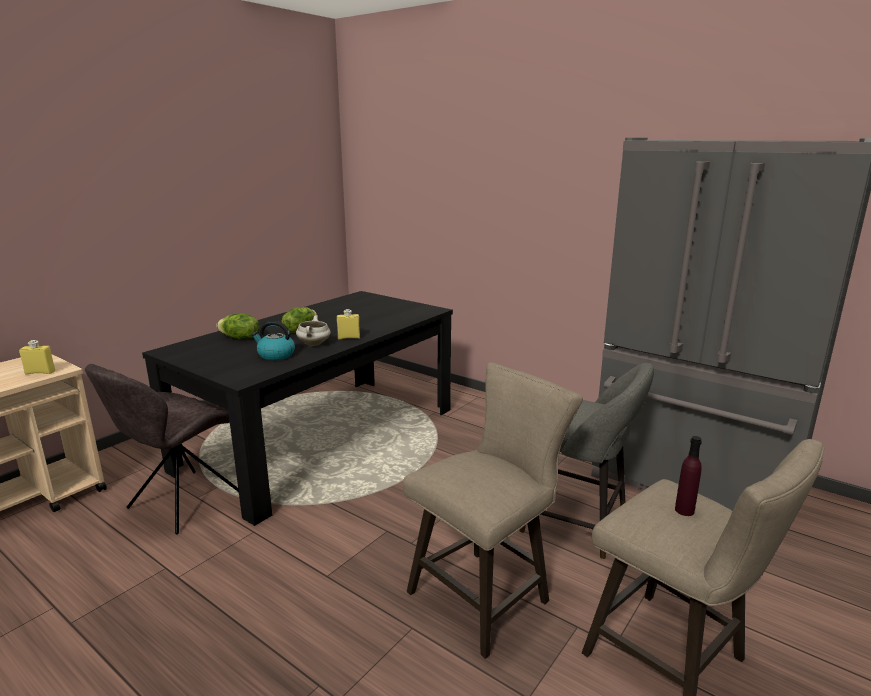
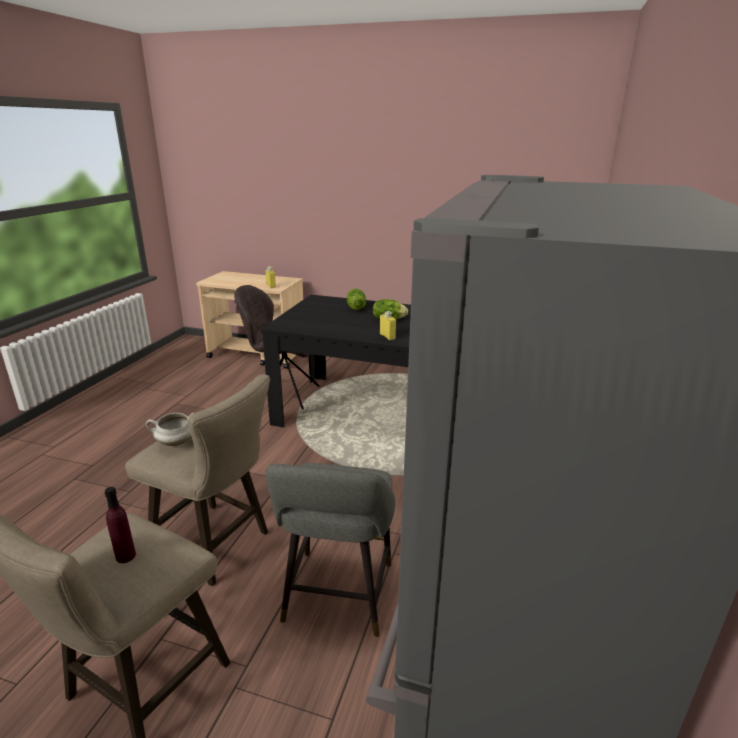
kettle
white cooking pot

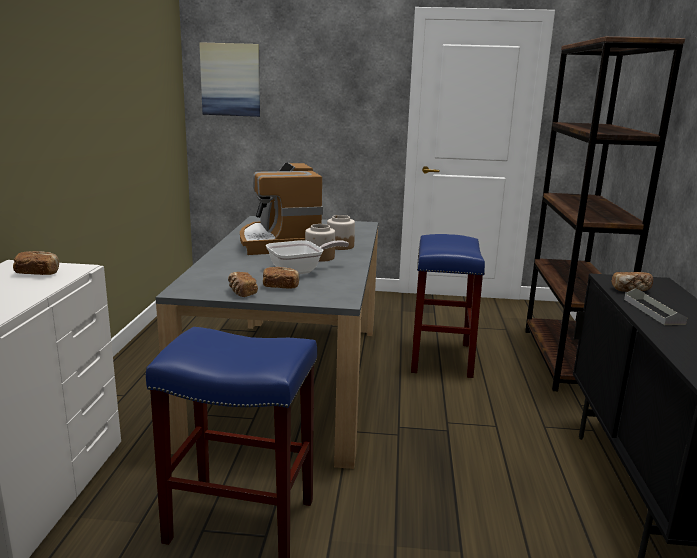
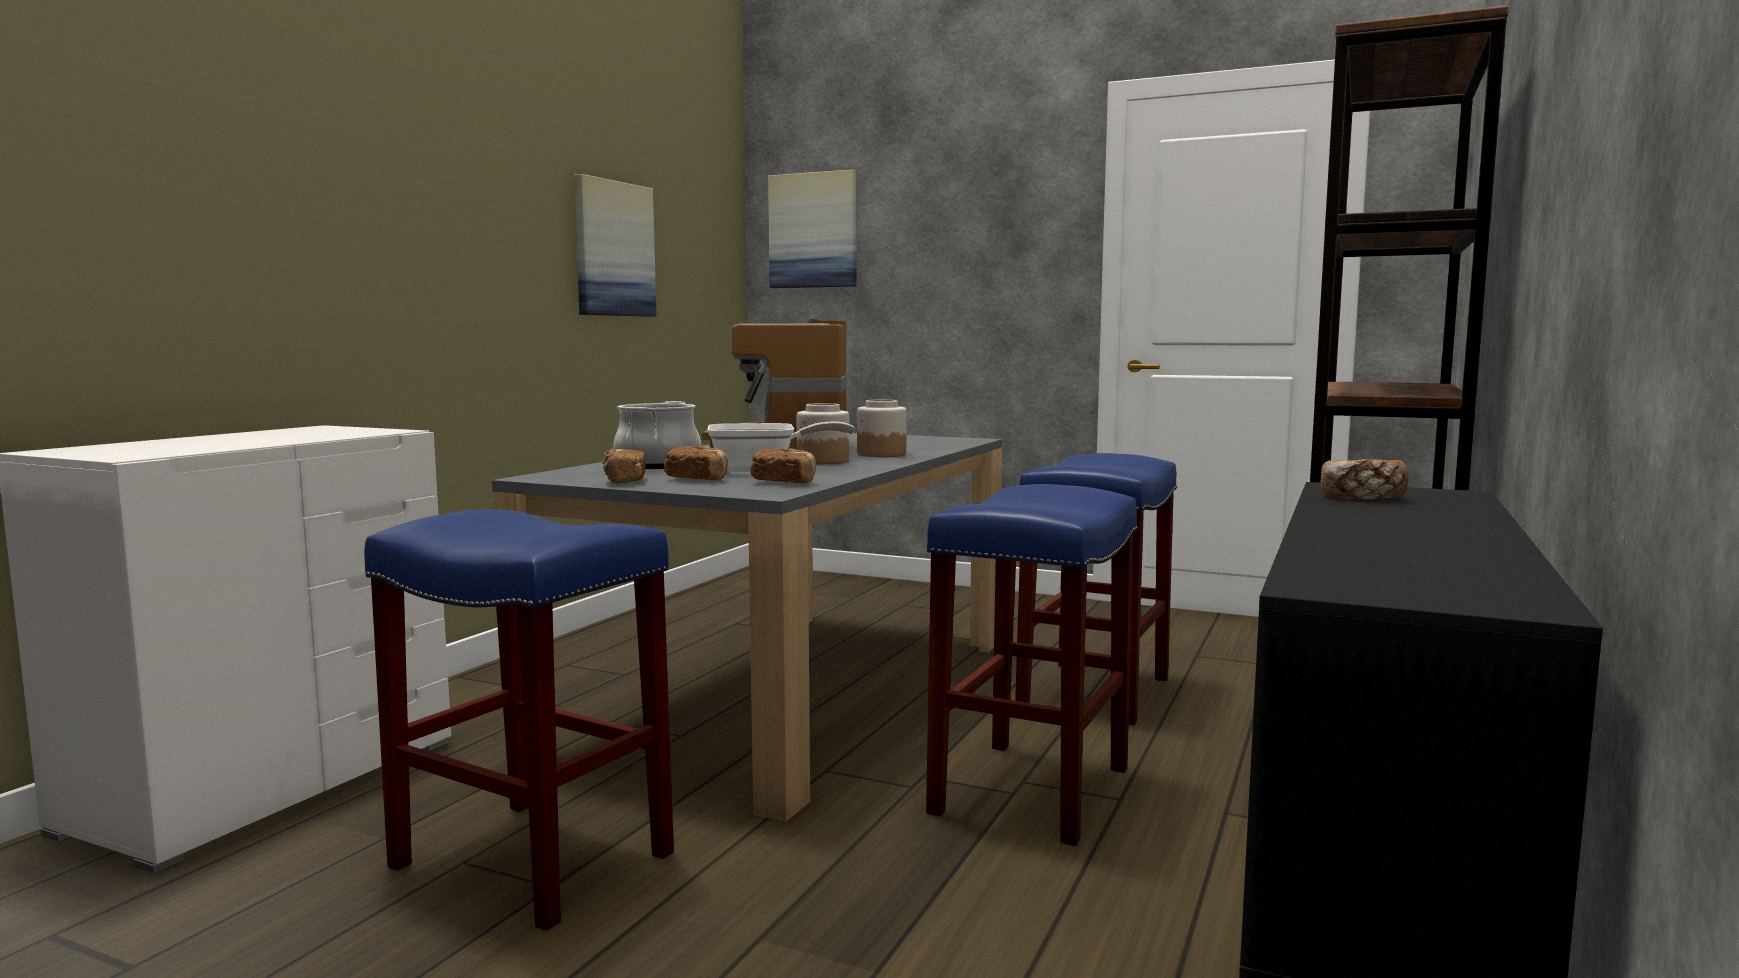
grey tray
picture (1st from left)
cooking pot
blue stool (2nd from left)
bread (3rd from left)

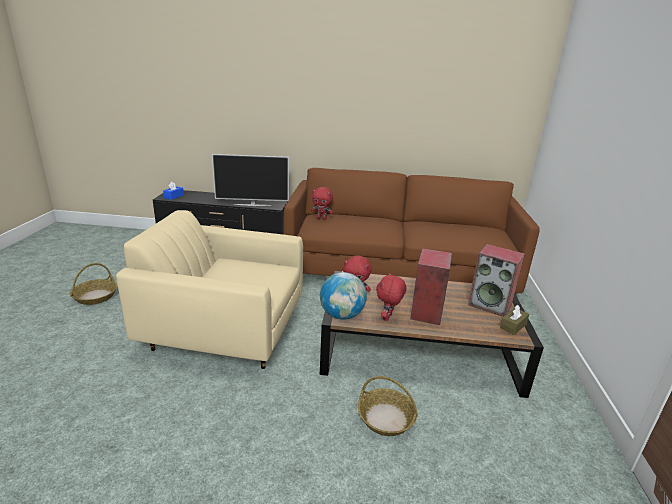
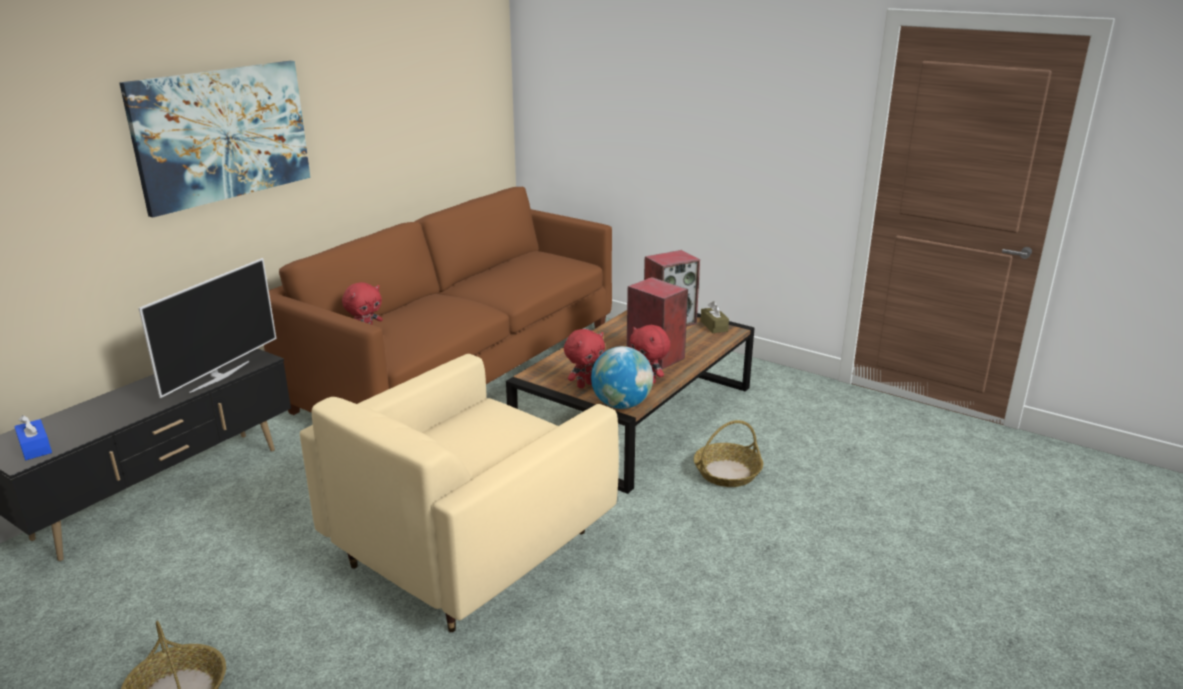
picture

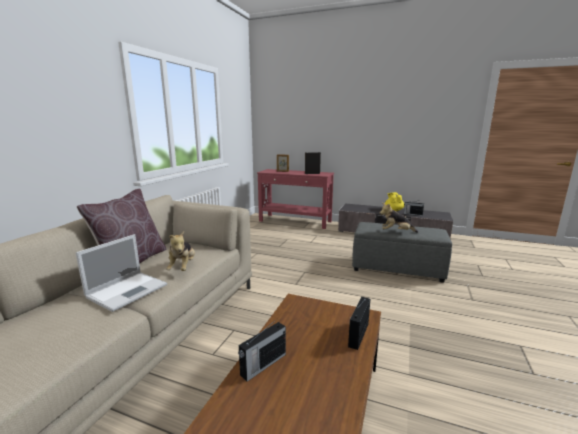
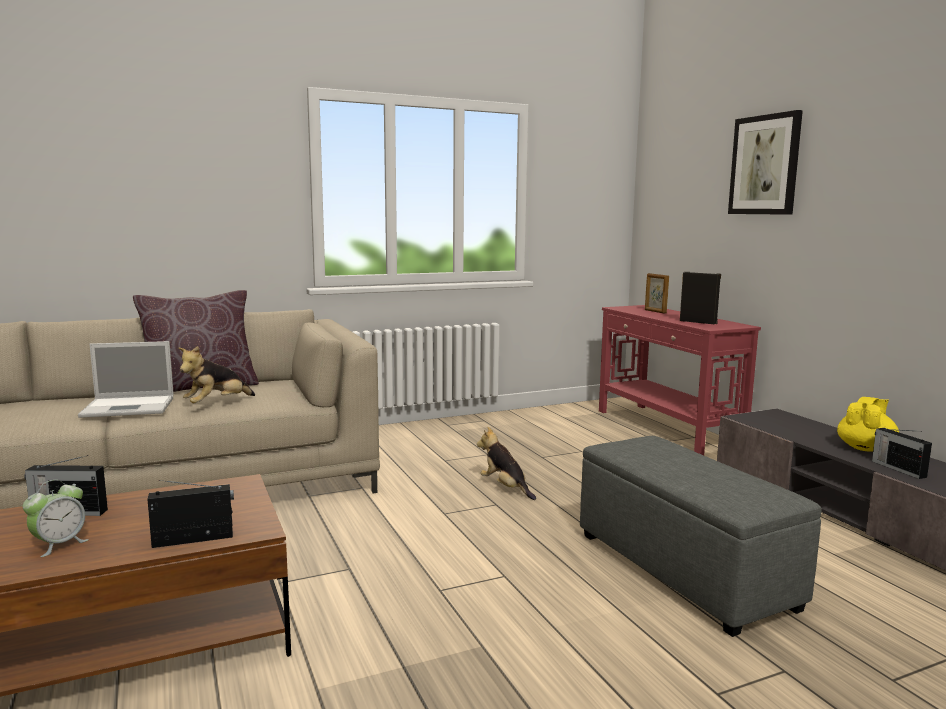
alarm clock
picture
plush toy (2nd from left)

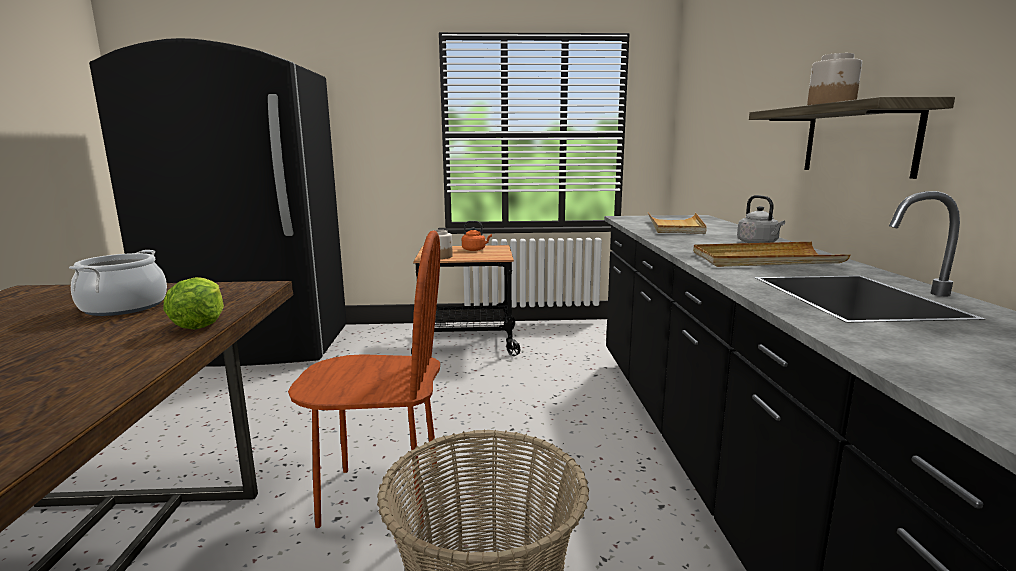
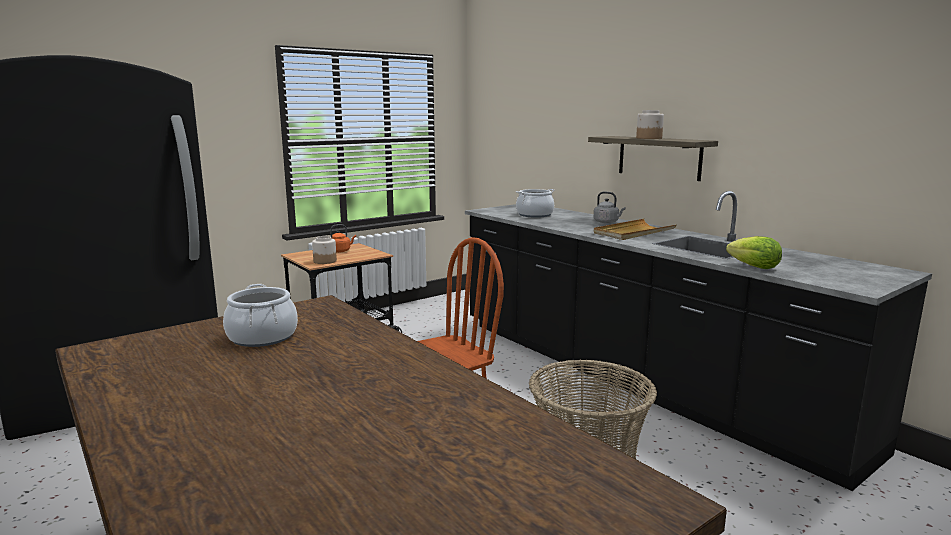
lettuce
cooking pot (2nd from left)

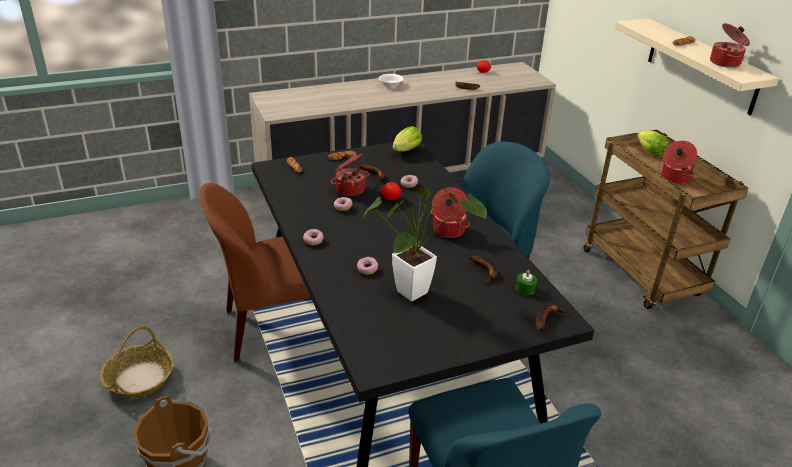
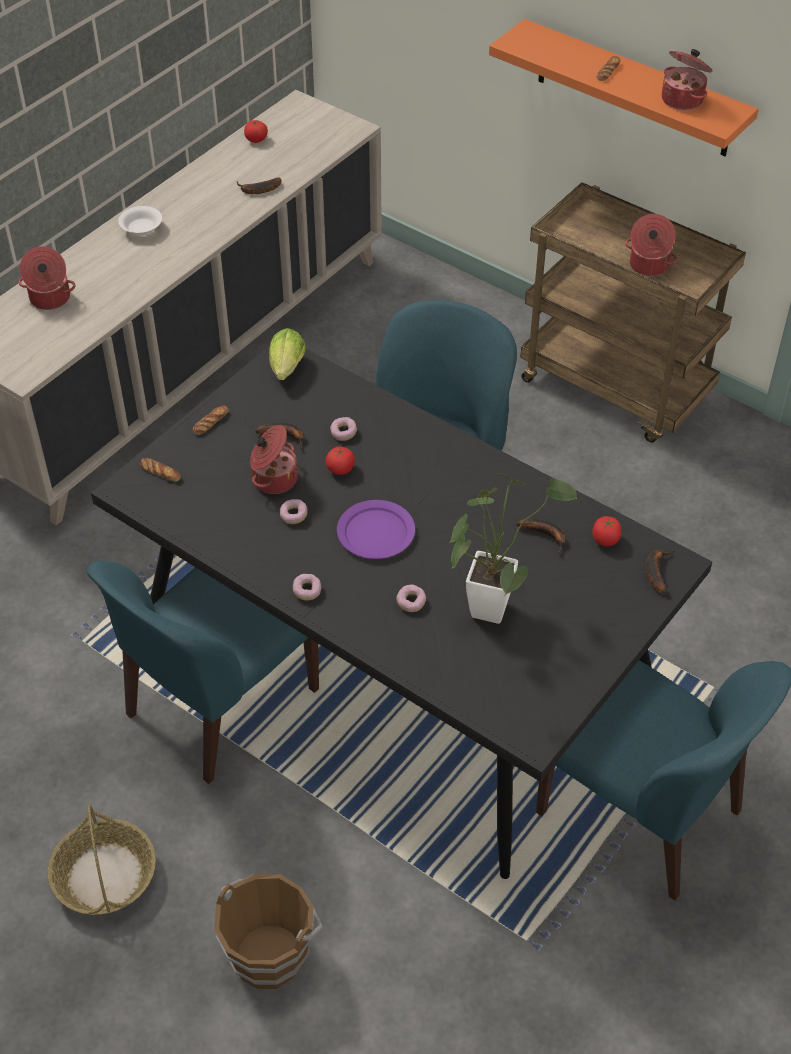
lettuce (2nd from left in the first image)
purple plate
cooking pot (1st from left)
tomato (3rd from left)
blue chair (1st from left)
orange shelf

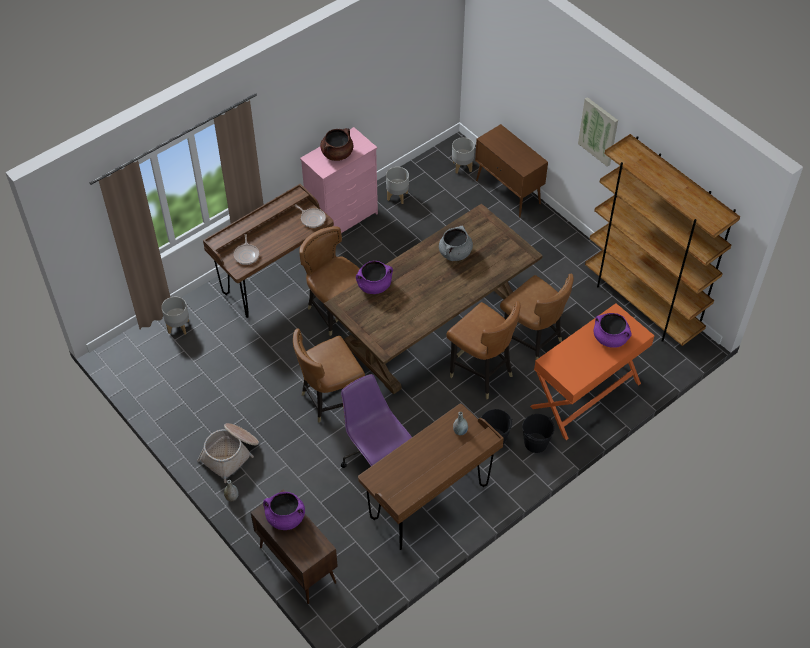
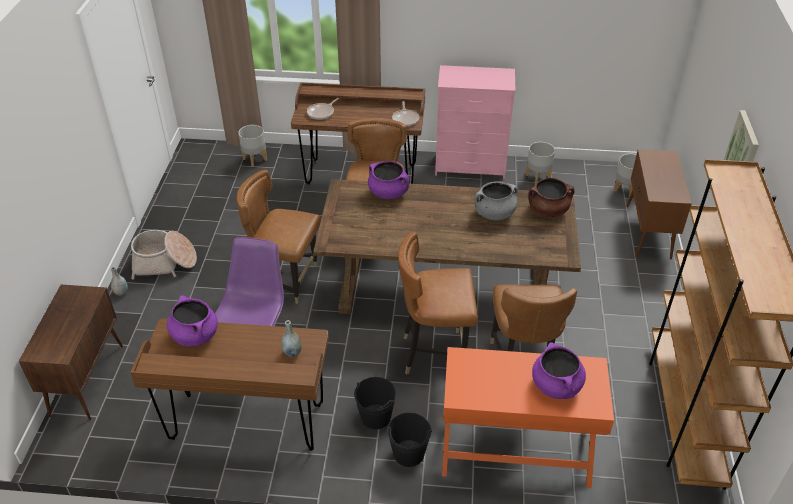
purple cooking pot (1st from left)
brown cooking pot
brown chair (3rd from left)

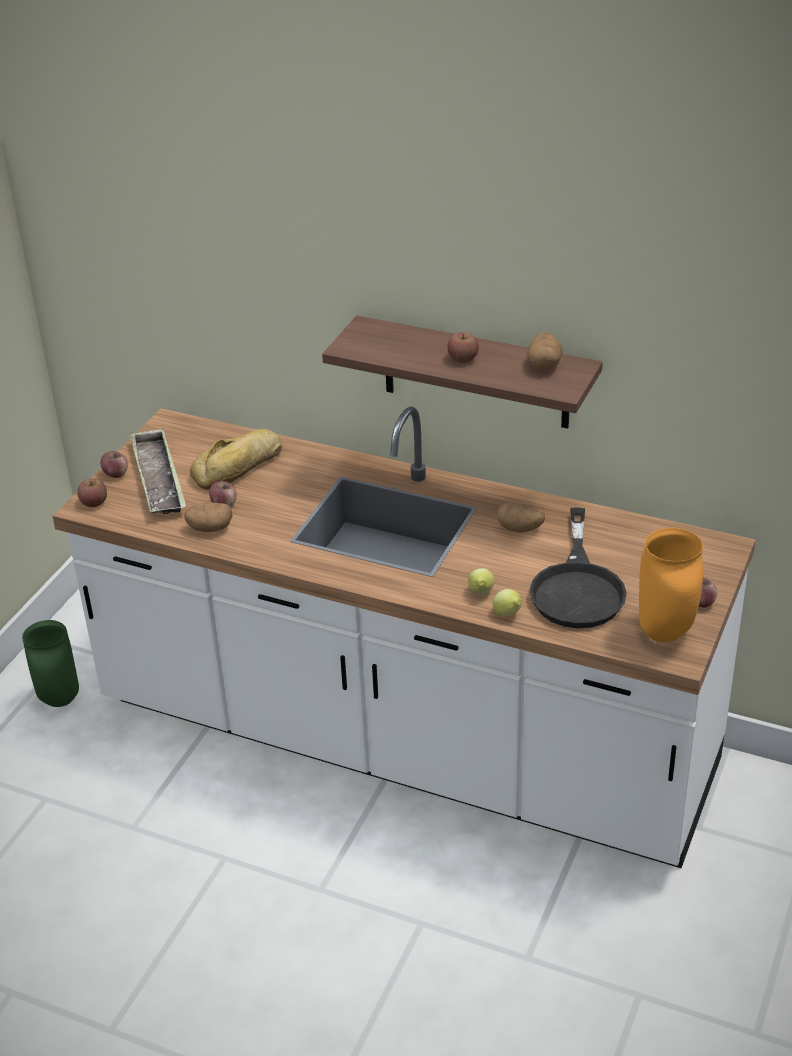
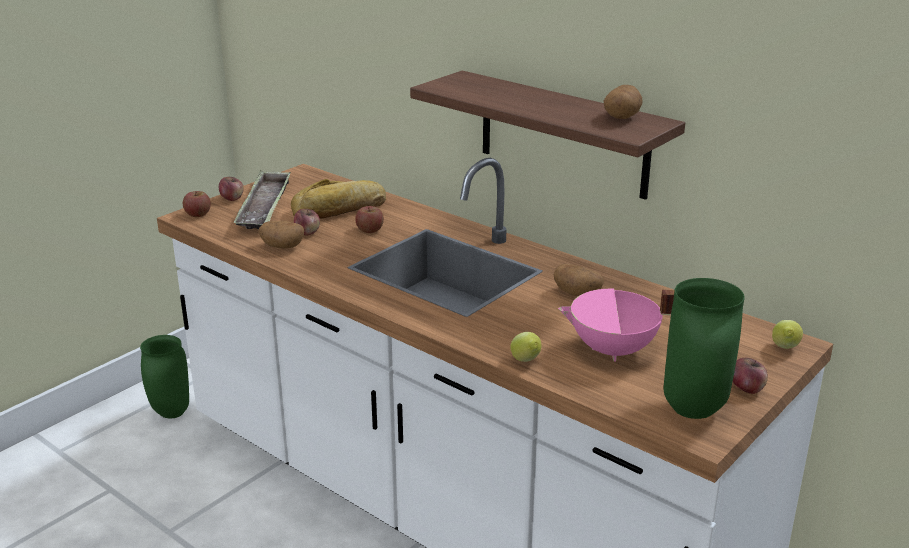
apple (4th from left)
lemon (2nd from left)
pink cooking pot
green vase (2nd from left)

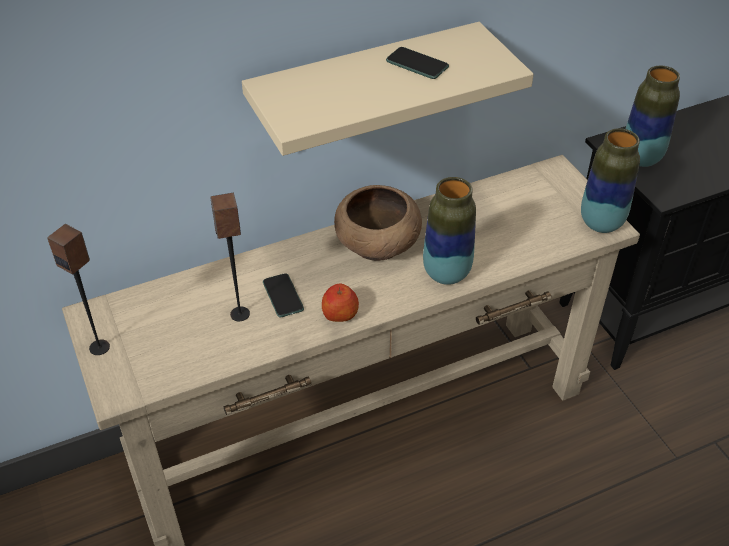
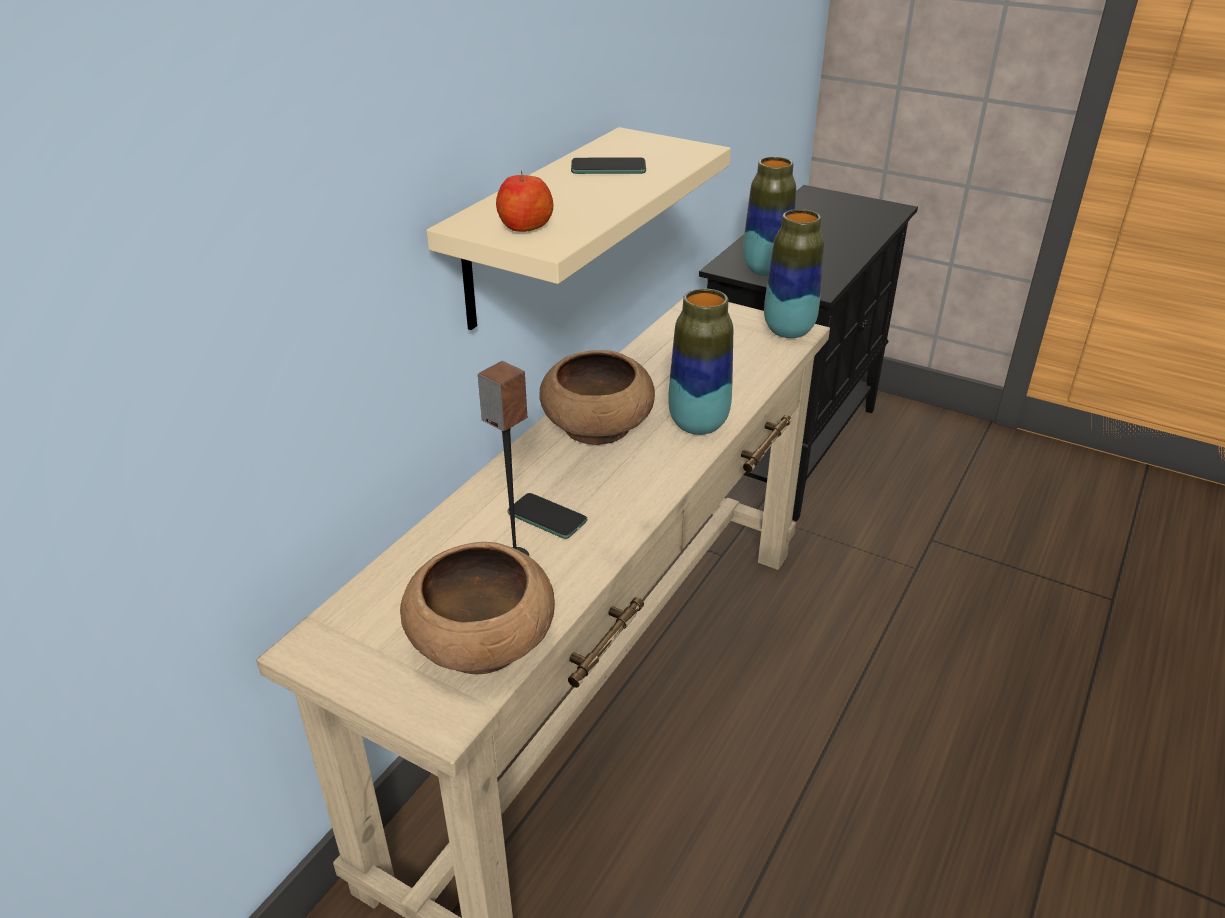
speaker (1st from left in the first image)
brown bowl (1st from left)
apple

